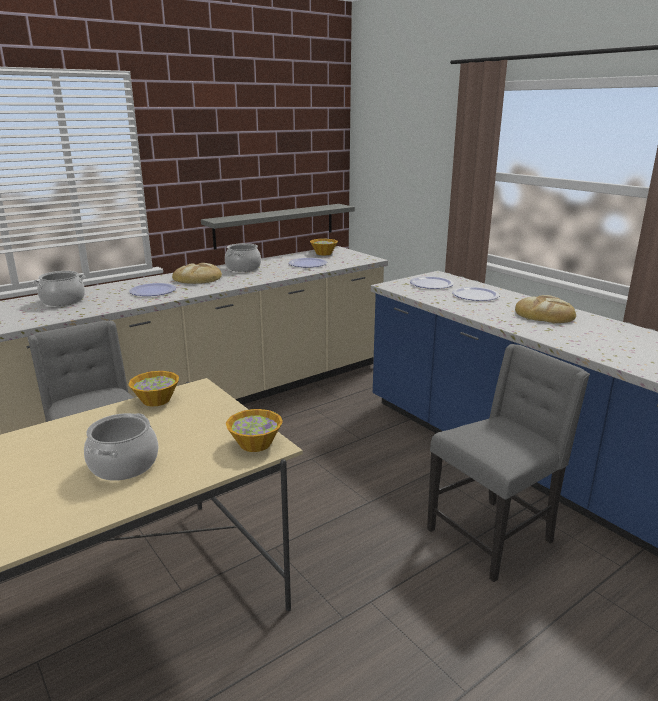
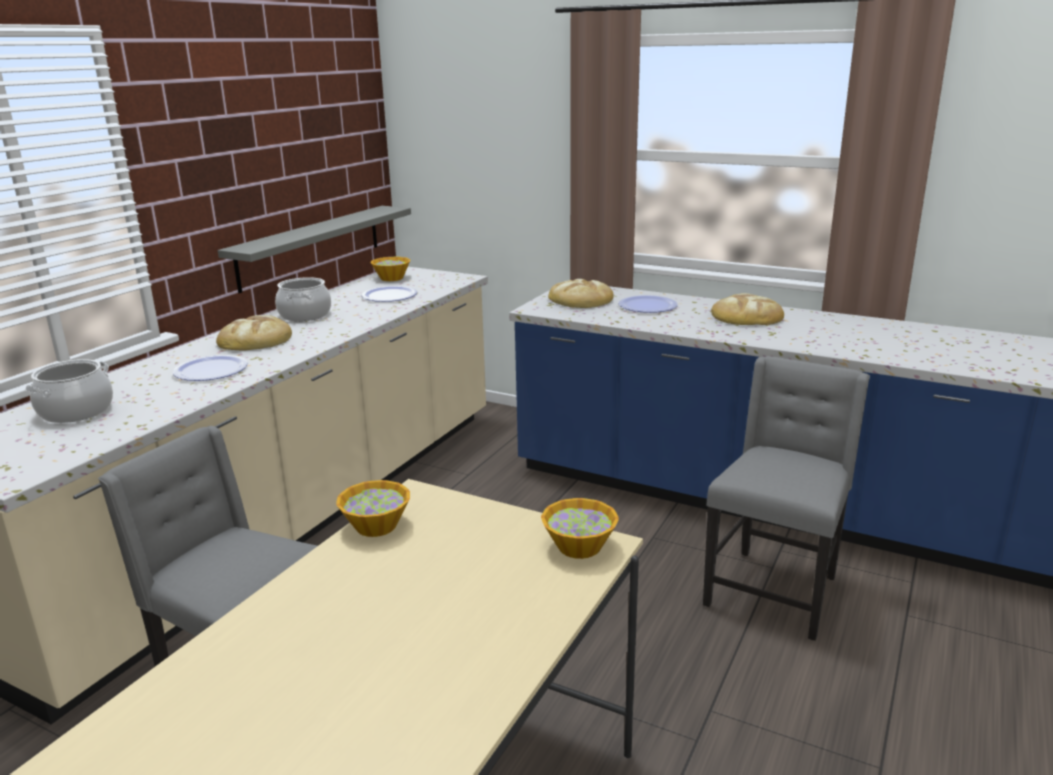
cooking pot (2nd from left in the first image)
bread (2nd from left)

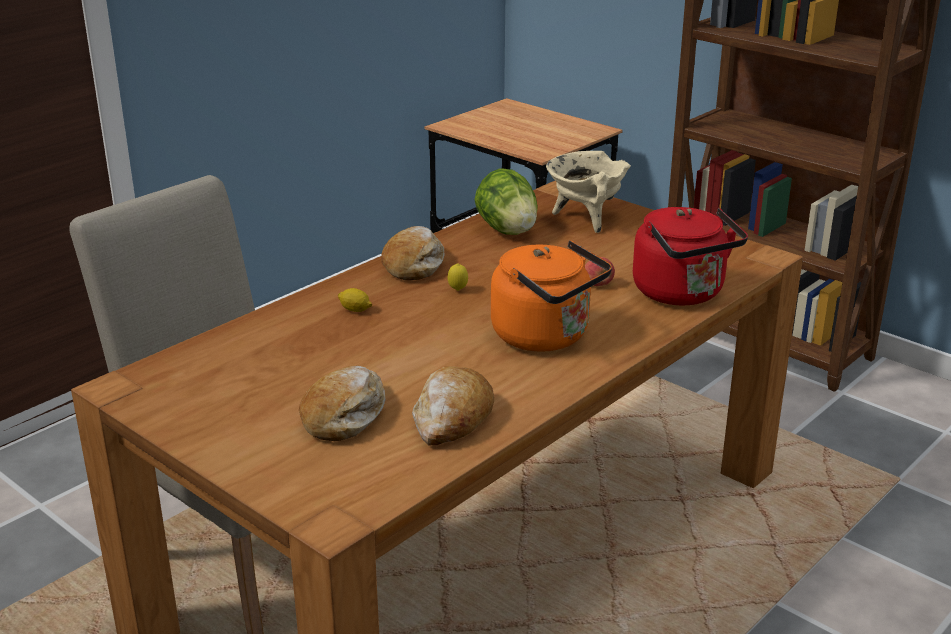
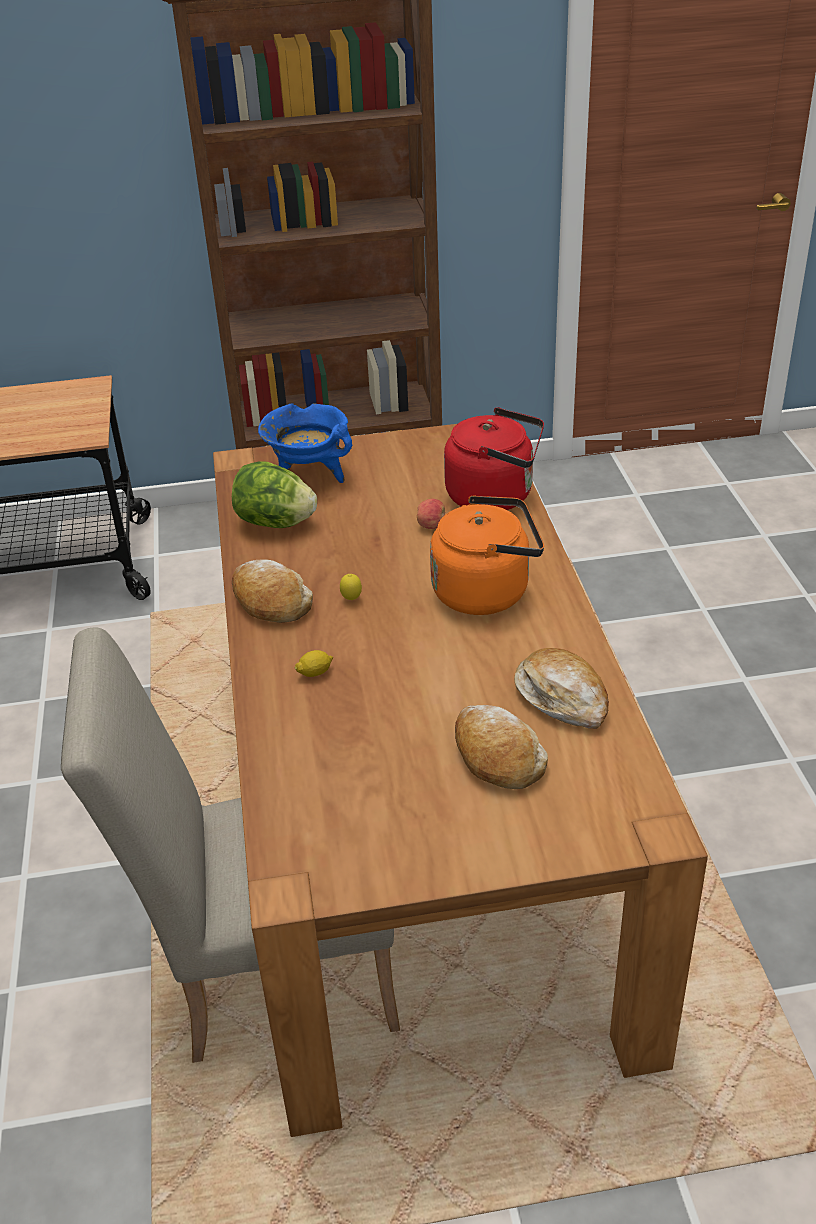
blue cooking pot

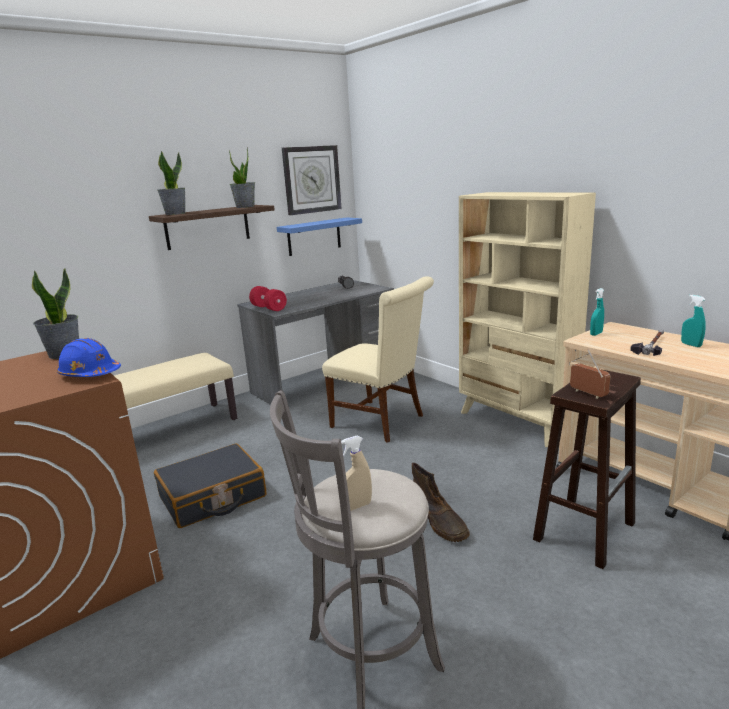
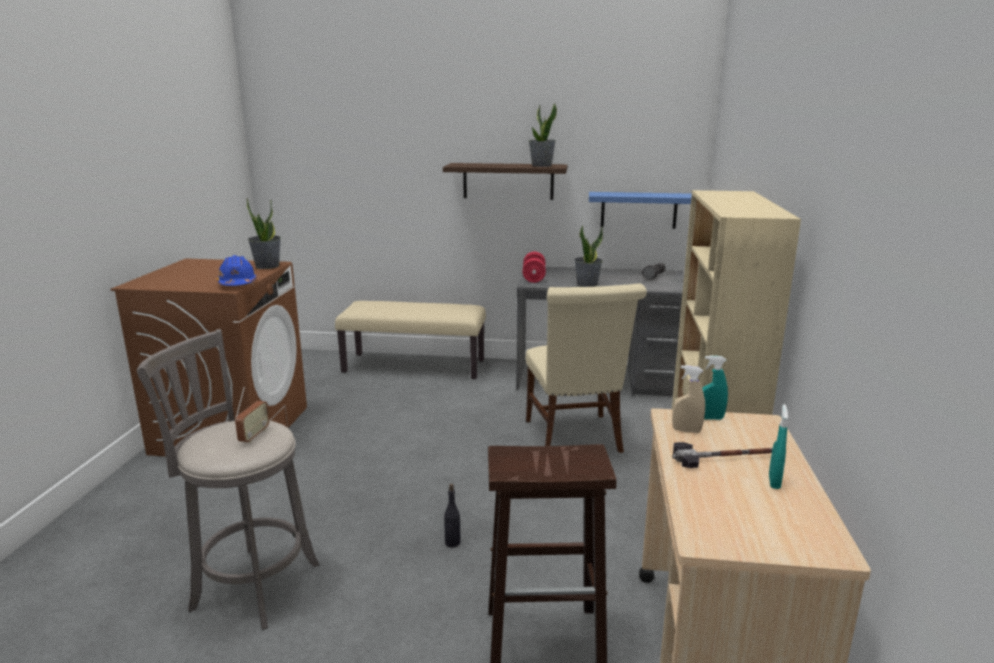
black suitcase
wall clock
potted plant (3rd from left)
beige spray bottle
radio
black bottle

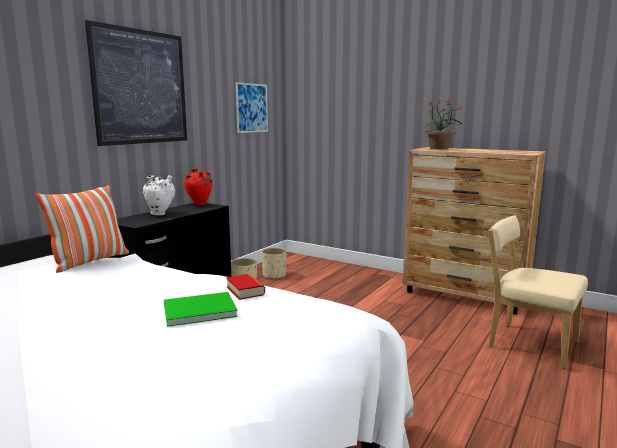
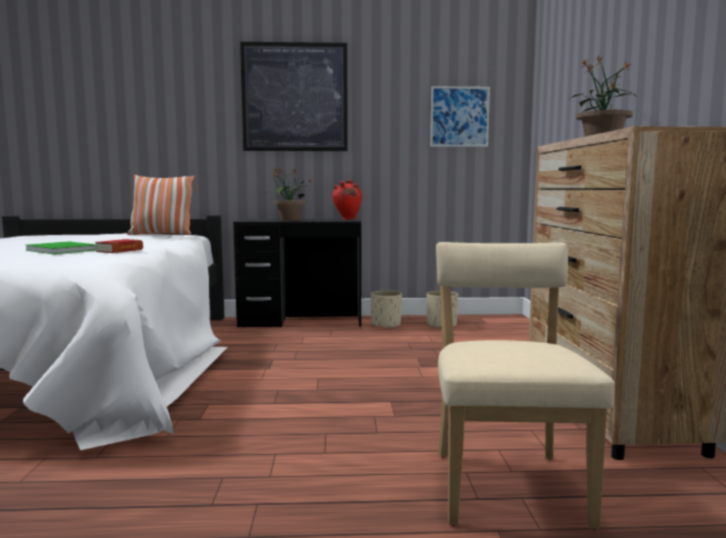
potted plant (1st from left)

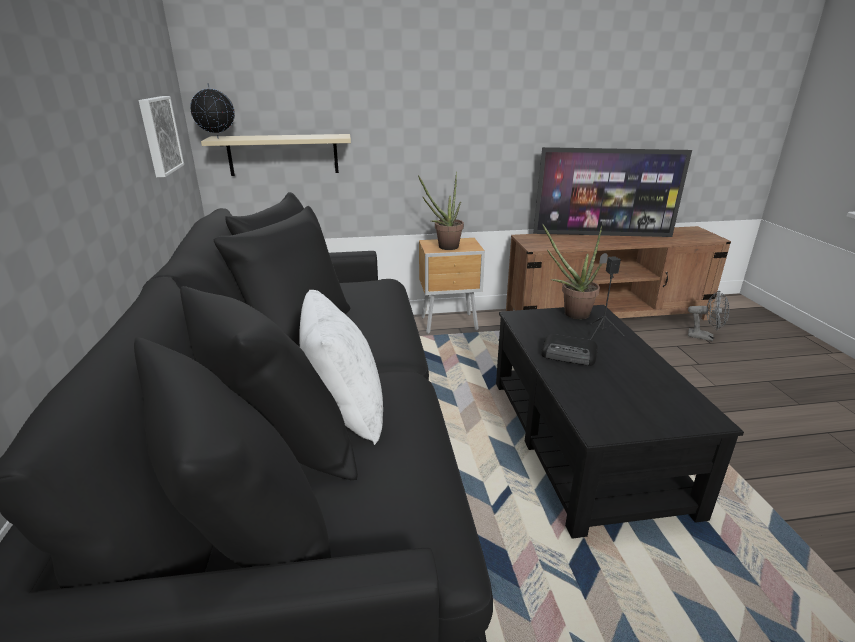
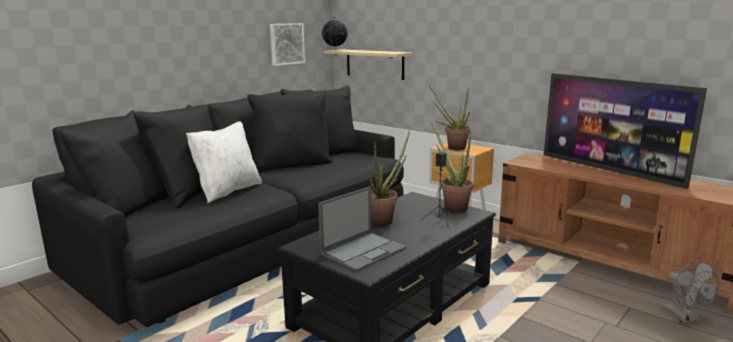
laptop
potted plant (1st from left)

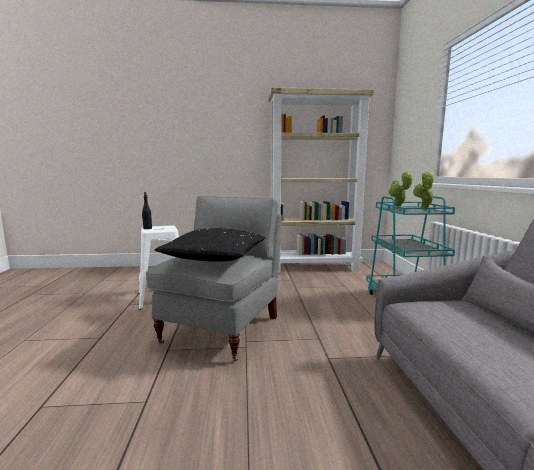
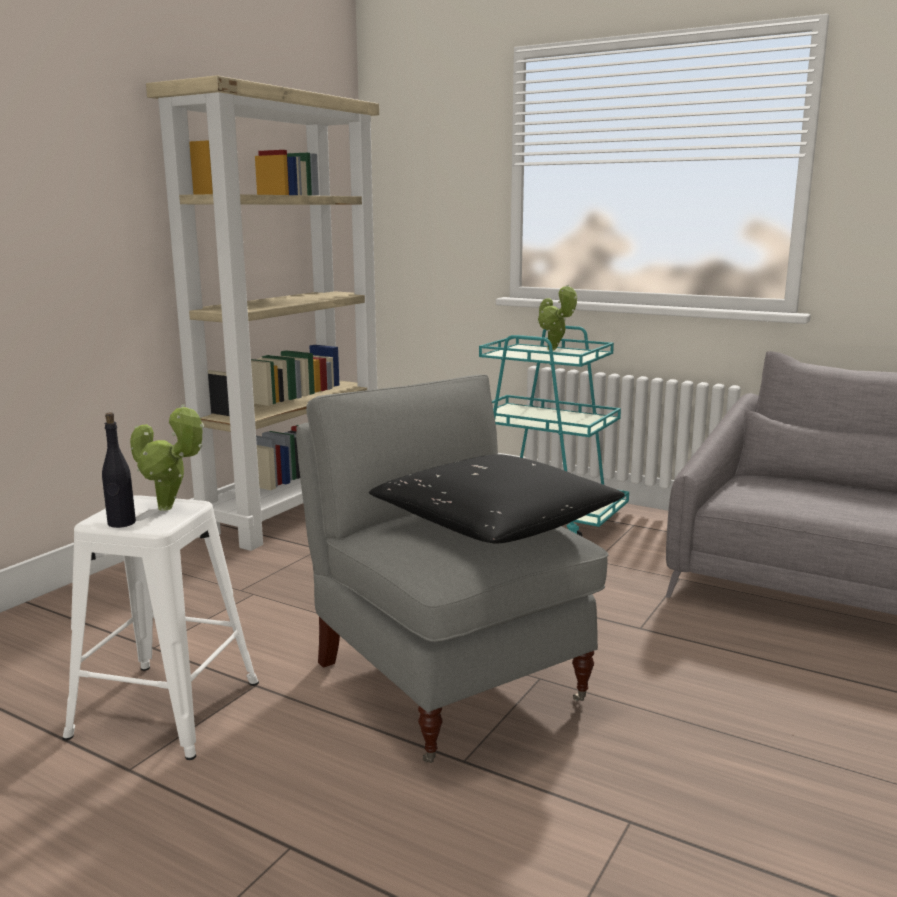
potted plant (1st from left)

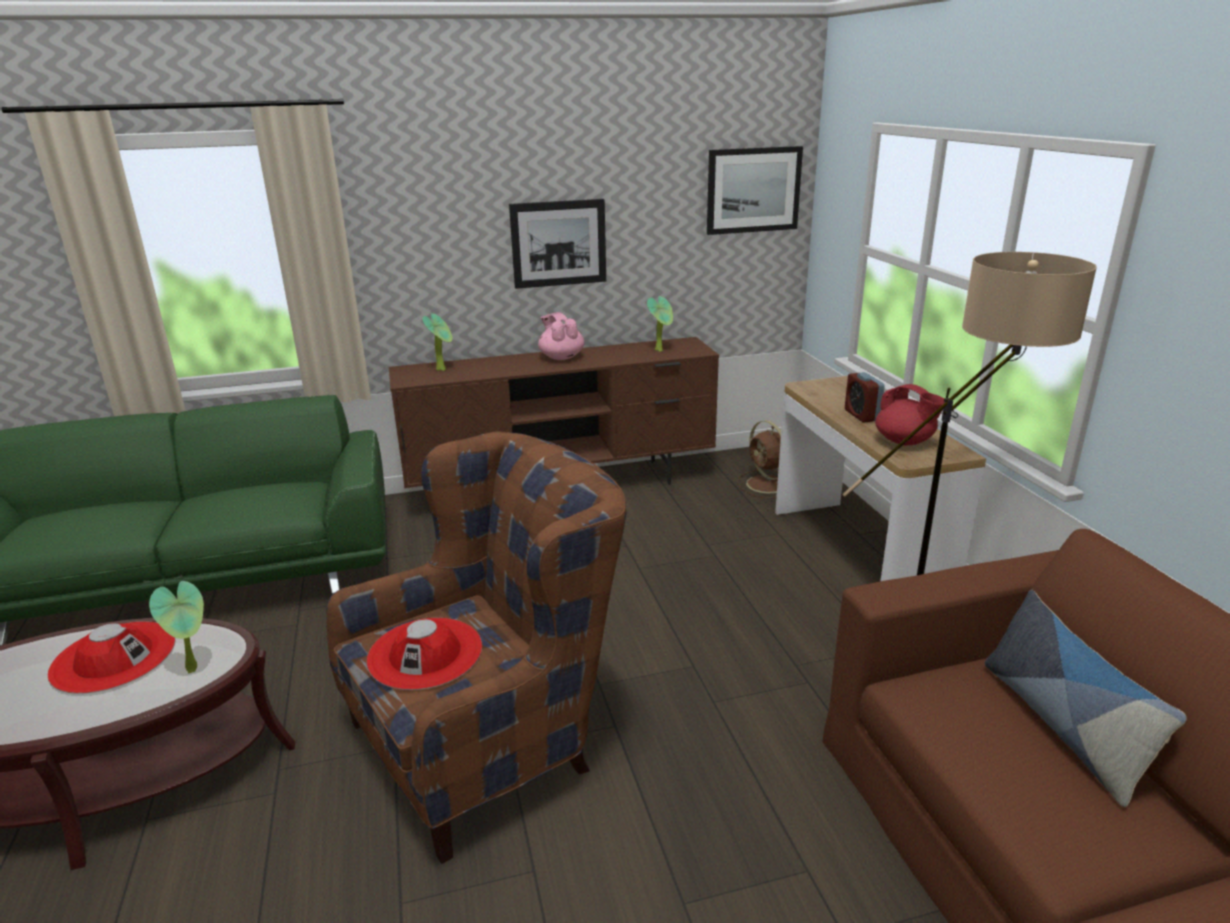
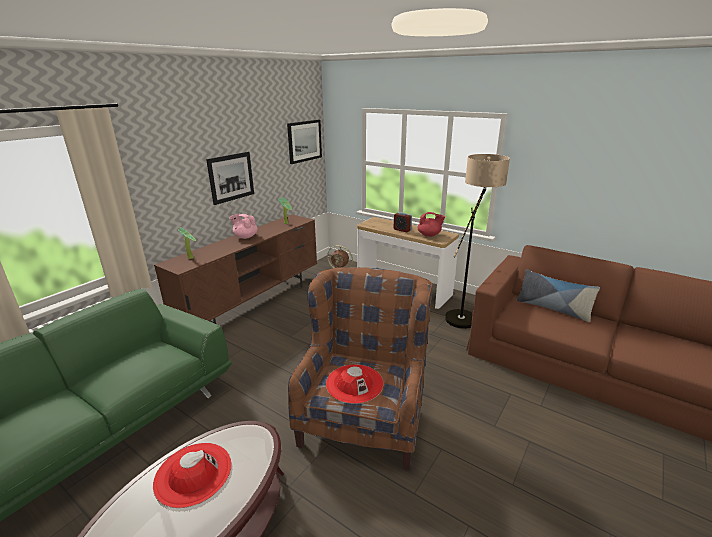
potted plant (1st from left in the first image)

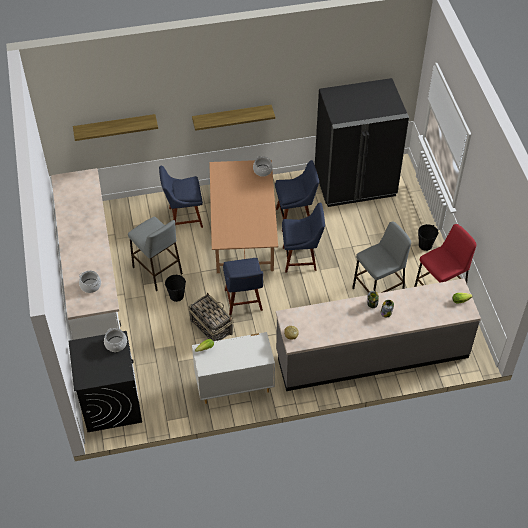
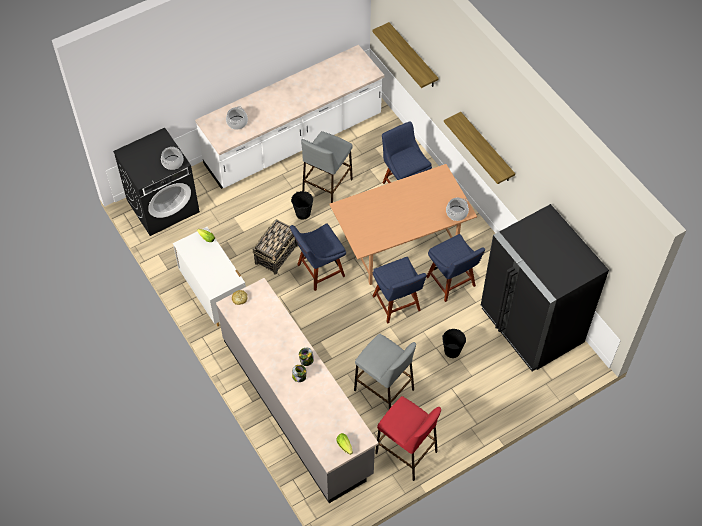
black bucket (2nd from left)

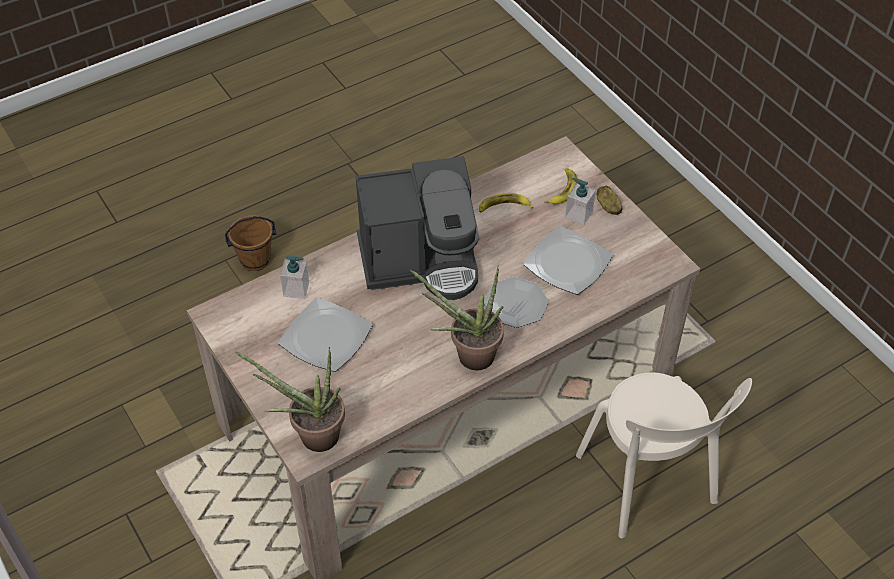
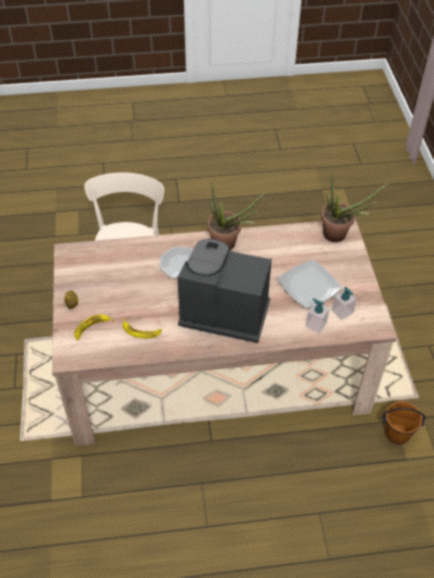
plate (3rd from left in the first image)
brown bucket
soap dispenser (2nd from left)

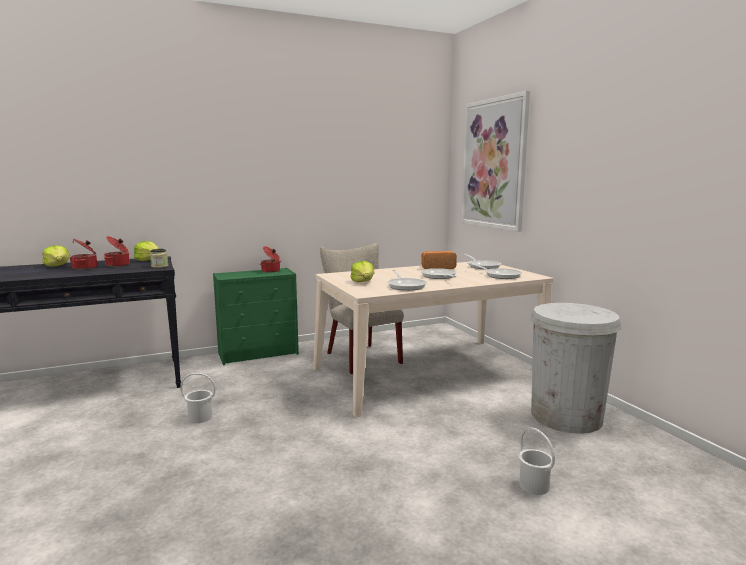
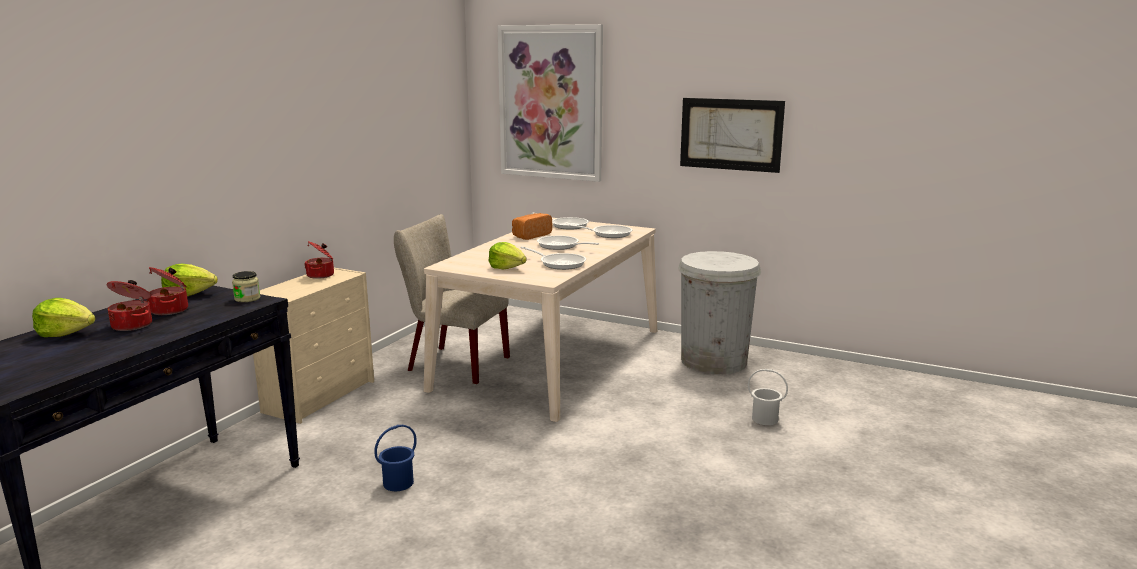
picture (2nd from left)
blue bucket
beige dresser

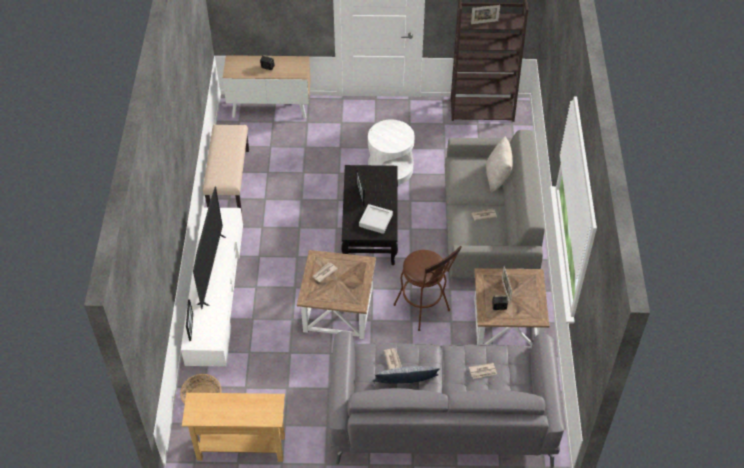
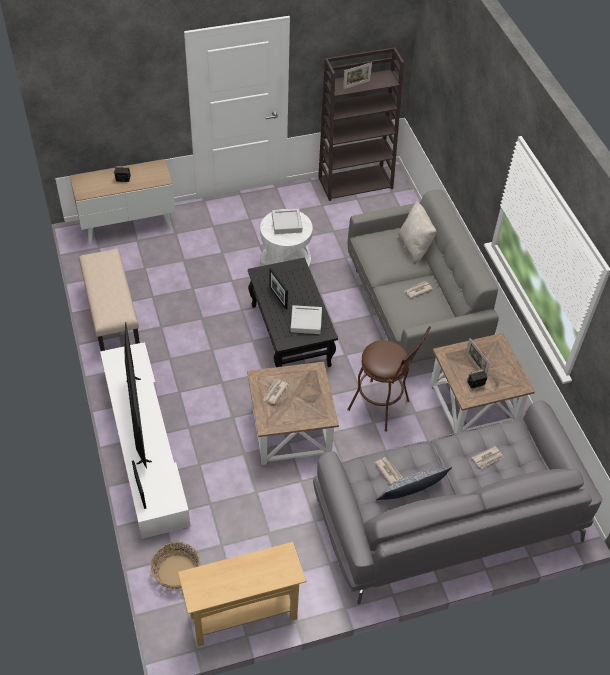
grey tray (1st from left)

